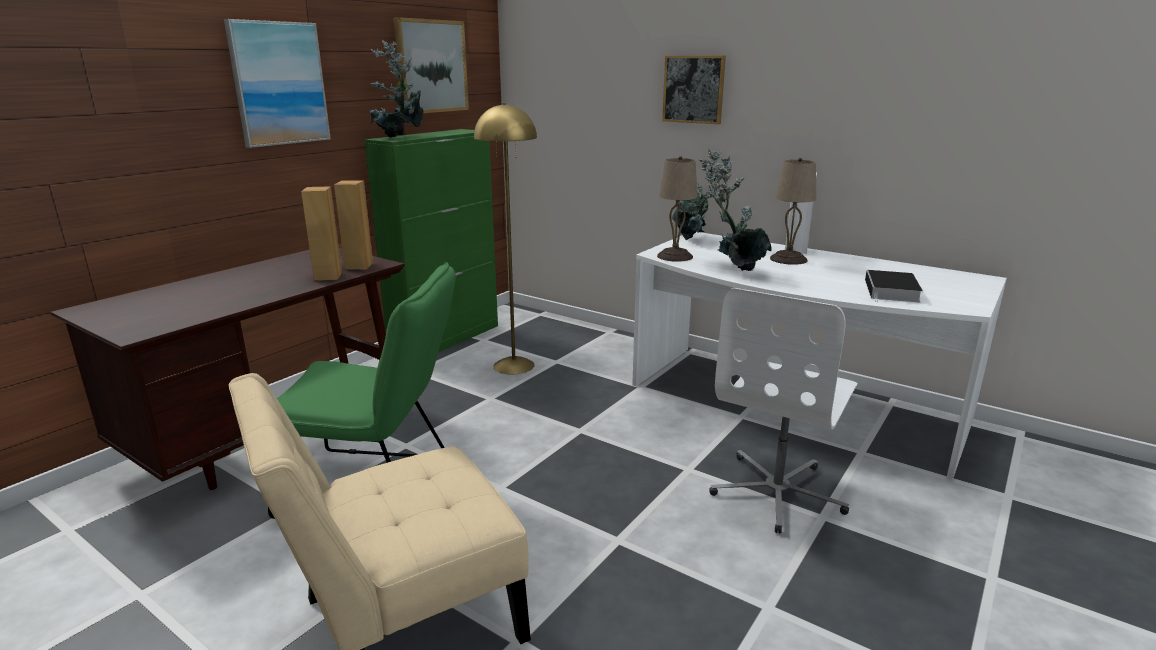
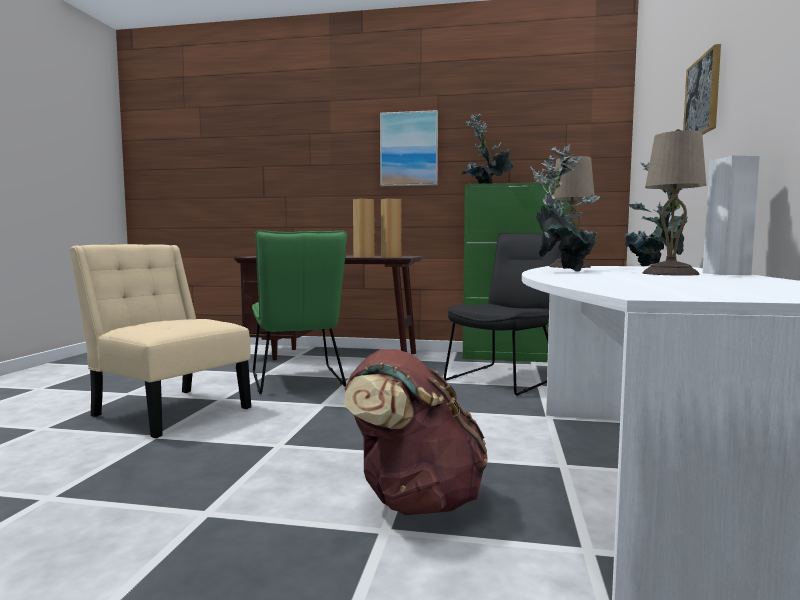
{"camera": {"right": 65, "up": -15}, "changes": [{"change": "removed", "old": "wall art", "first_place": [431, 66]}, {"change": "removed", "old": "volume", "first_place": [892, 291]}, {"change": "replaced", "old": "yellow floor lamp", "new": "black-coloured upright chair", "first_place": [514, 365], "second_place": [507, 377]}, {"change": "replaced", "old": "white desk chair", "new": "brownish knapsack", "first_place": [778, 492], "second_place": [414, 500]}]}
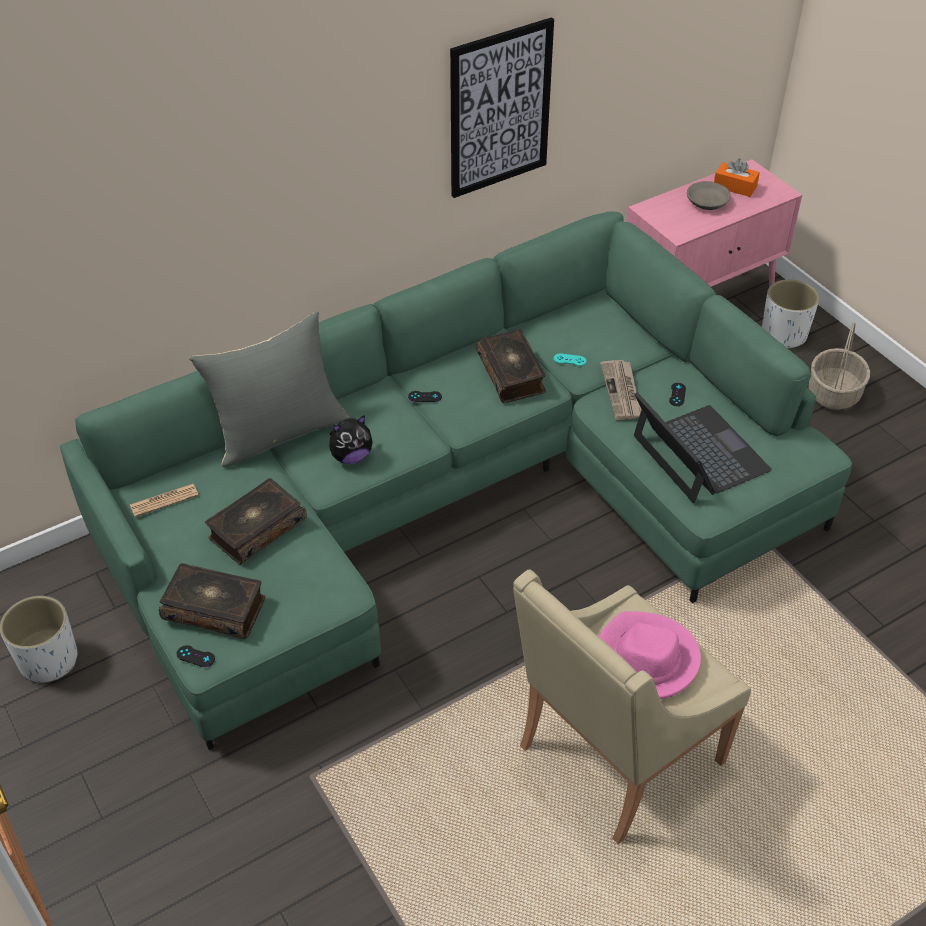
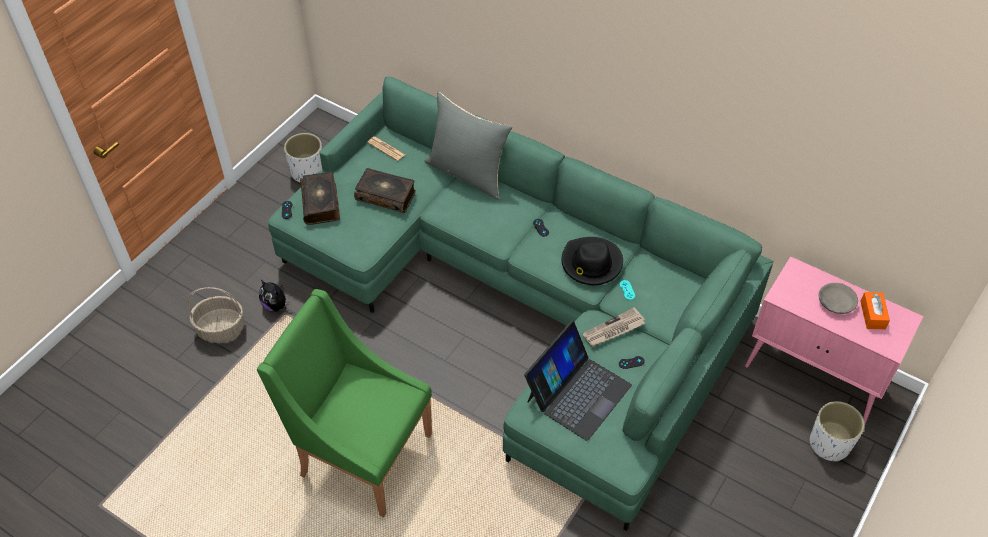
{"camera": {"right": 65, "up": 5}, "changes": [{"change": "removed", "old": "wall art", "first_place": [499, 109]}, {"change": "removed", "old": "pink-coloured clothing hat", "first_place": [645, 659]}, {"change": "moved", "old": "plush toy", "first_place": [351, 456], "second_place": [276, 305]}, {"change": "moved", "old": "household basket", "first_place": [834, 394], "second_place": [220, 329]}, {"change": "replaced", "old": "volume", "new": "black-coloured clothing hat", "first_place": [511, 374], "second_place": [591, 263]}, {"change": "recoloured", "old": "beige-coloured armchair", "new": "greenish armchair", "first_place": [614, 756], "second_place": [361, 454]}]}
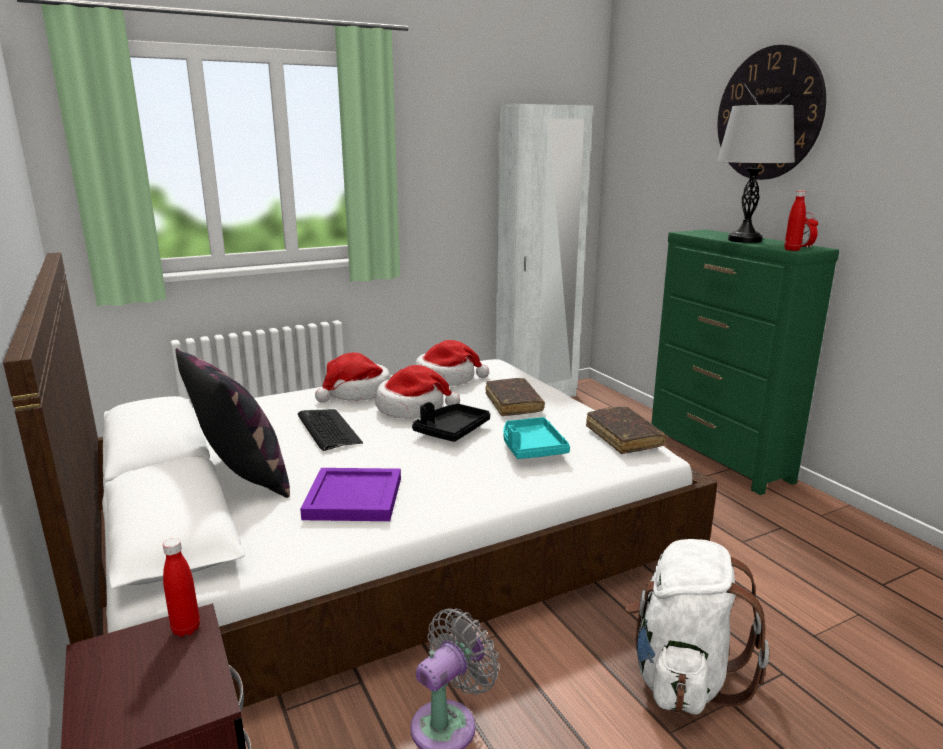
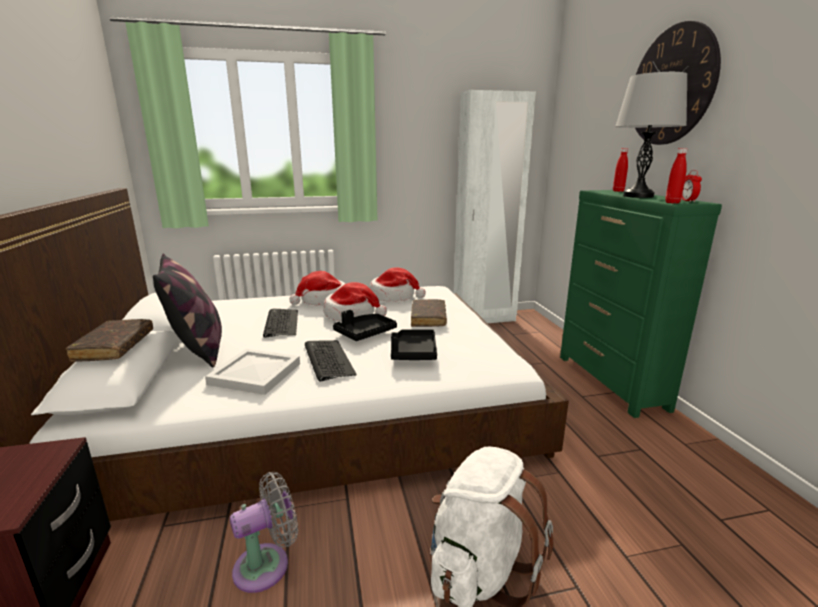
{"camera": {"right": 15, "up": 0}, "changes": [{"change": "added", "new": "keyboard", "second_place": [328, 360]}, {"change": "moved", "old": "red drink bottle", "first_place": [186, 629], "second_place": [618, 191]}, {"change": "moved", "old": "brownish volume", "first_place": [623, 437], "second_place": [114, 347]}, {"change": "recoloured", "old": "purple-coloured tray", "new": "white tray", "first_place": [352, 499], "second_place": [253, 374]}, {"change": "recoloured", "old": "turquoise-coloured tray", "new": "black-coloured tray", "first_place": [531, 448], "second_place": [413, 352]}]}
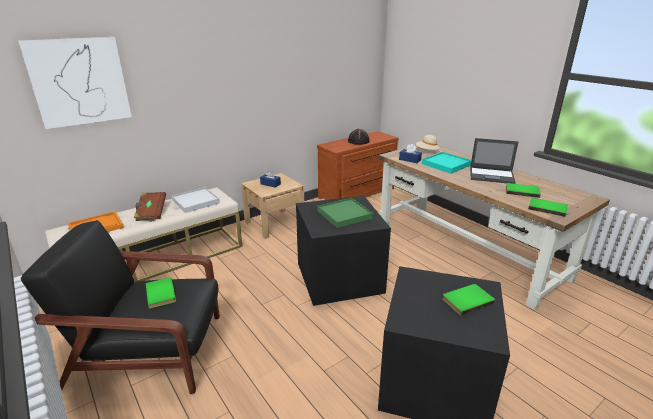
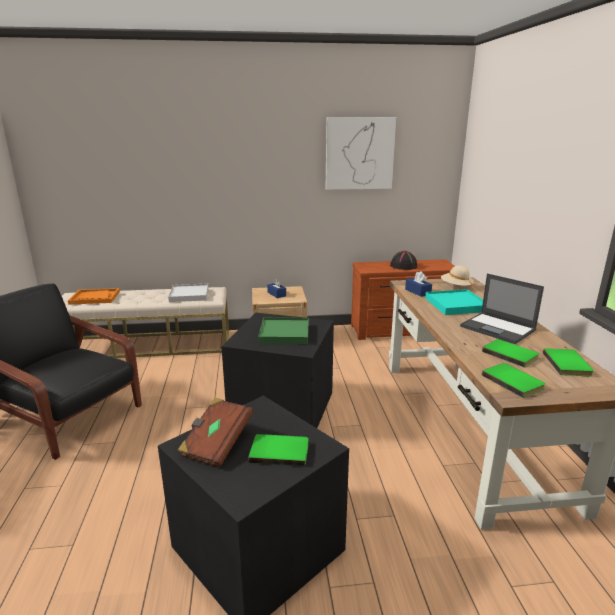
{"camera": {"right": 30, "up": -5}, "changes": [{"change": "moved", "old": "wall art", "first_place": [79, 82], "second_place": [359, 153]}, {"change": "moved", "old": "brownish volume", "first_place": [151, 213], "second_place": [216, 443]}, {"change": "moved", "old": "greenish volume", "first_place": [162, 293], "second_place": [568, 364]}]}
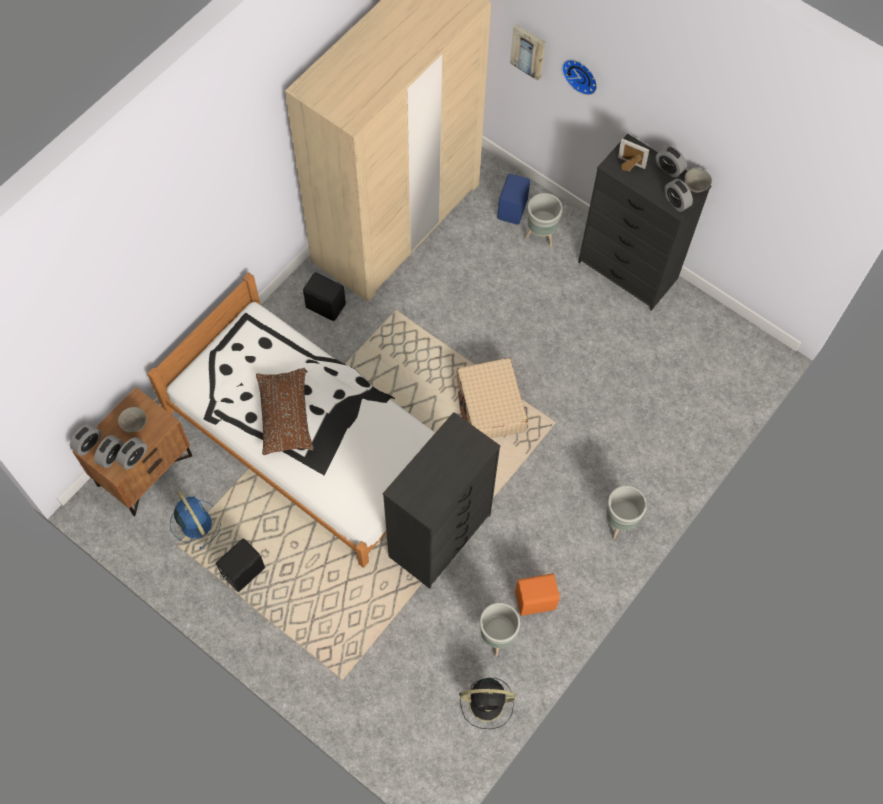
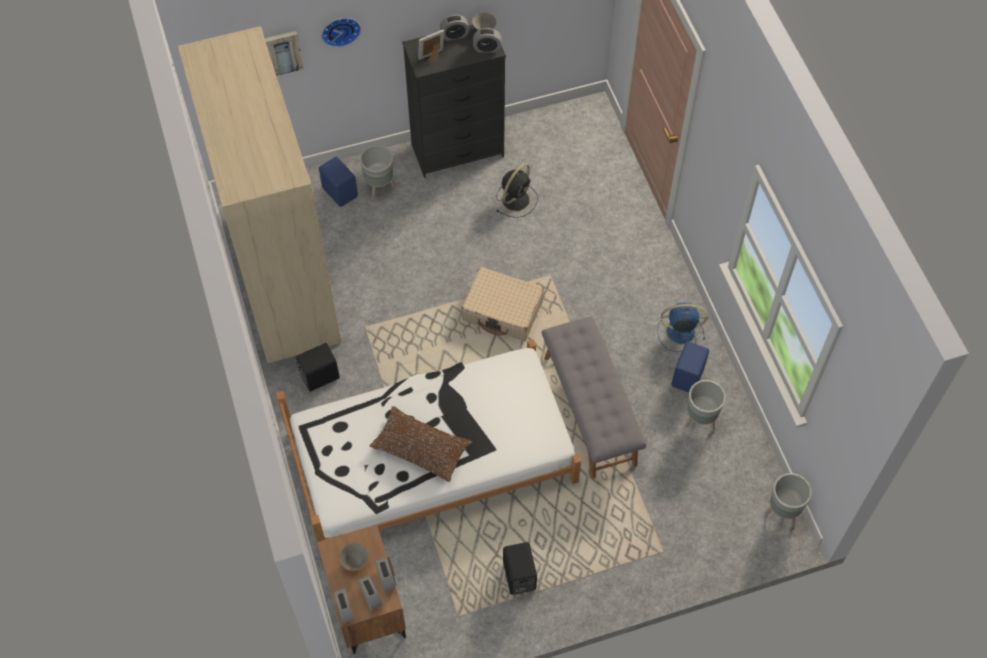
{"camera": {"right": -55, "up": -5}, "changes": [{"change": "moved", "old": "blue electric fan", "first_place": [195, 522], "second_place": [679, 332]}, {"change": "moved", "old": "black-coloured electric fan", "first_place": [488, 703], "second_place": [516, 199]}, {"change": "moved", "old": "greyish plant pot", "first_place": [619, 522], "second_place": [781, 512]}, {"change": "replaced", "old": "black-coloured drawer chest", "new": "greyish long seat", "first_place": [440, 535], "second_place": [588, 410]}, {"change": "recoloured", "old": "orangey loudspeaker", "new": "blue loudspeaker", "first_place": [536, 602], "second_place": [689, 376]}]}
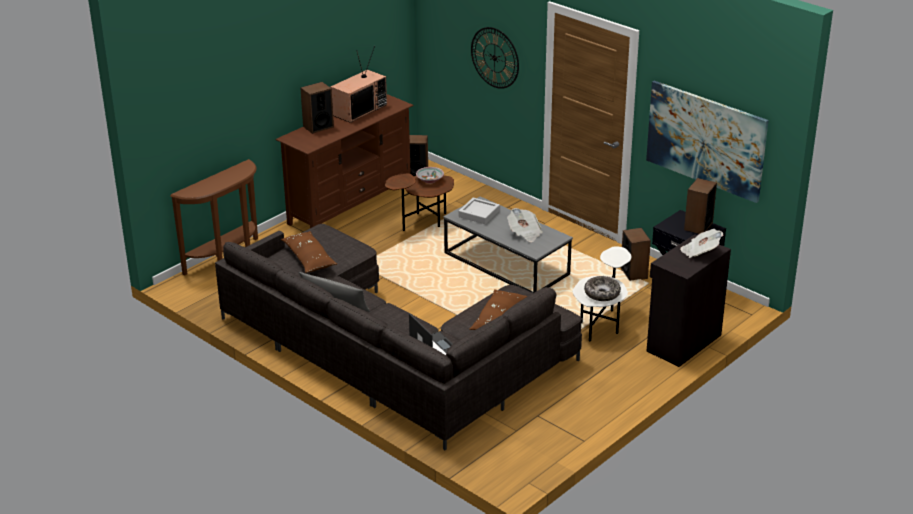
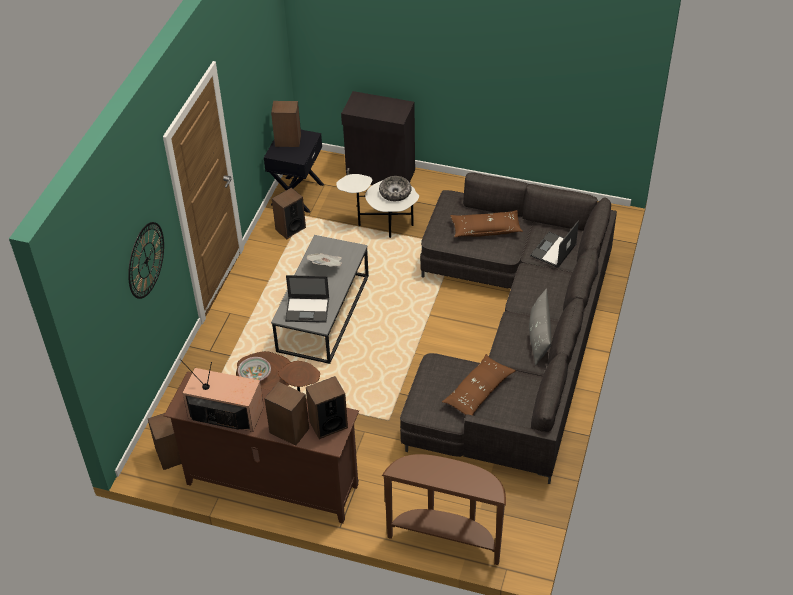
{"camera": {"right": -115, "up": 15}, "changes": [{"change": "removed", "old": "wall art", "first_place": [706, 140]}, {"change": "removed", "old": "newspaper", "first_place": [700, 252]}, {"change": "added", "new": "loudspeaker", "second_place": [328, 424]}, {"change": "replaced", "old": "greyish tray", "new": "laptop", "first_place": [479, 214], "second_place": [308, 309]}]}
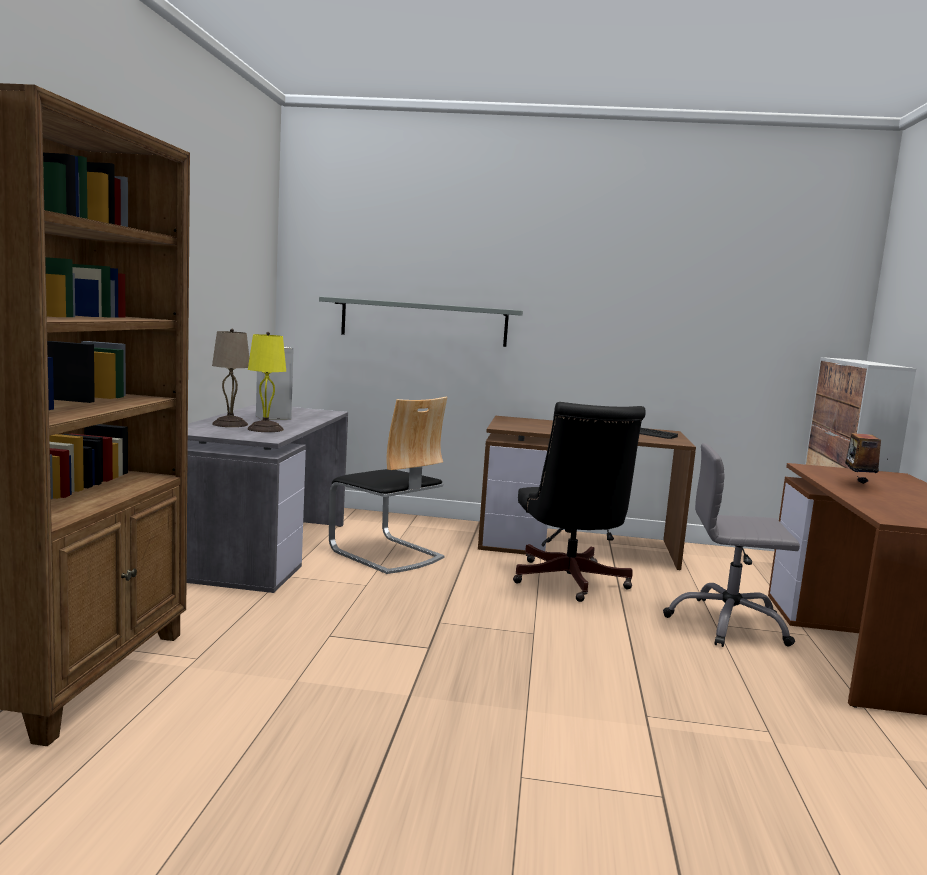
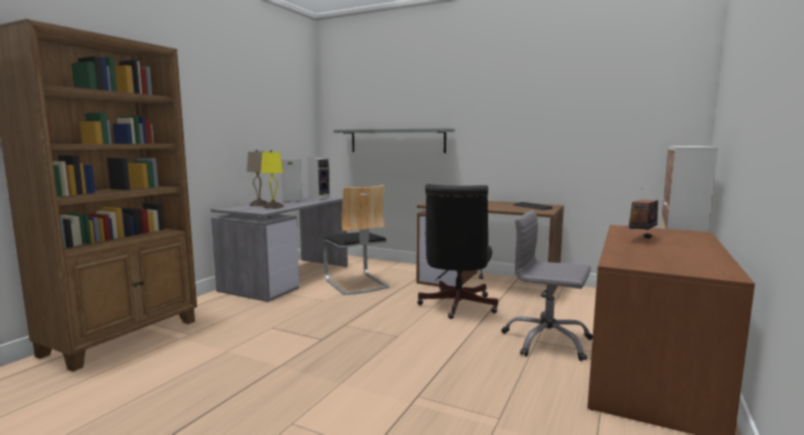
{"camera": {"right": 20, "up": 0}, "changes": [{"change": "added", "new": "loudspeaker", "second_place": [319, 197]}]}
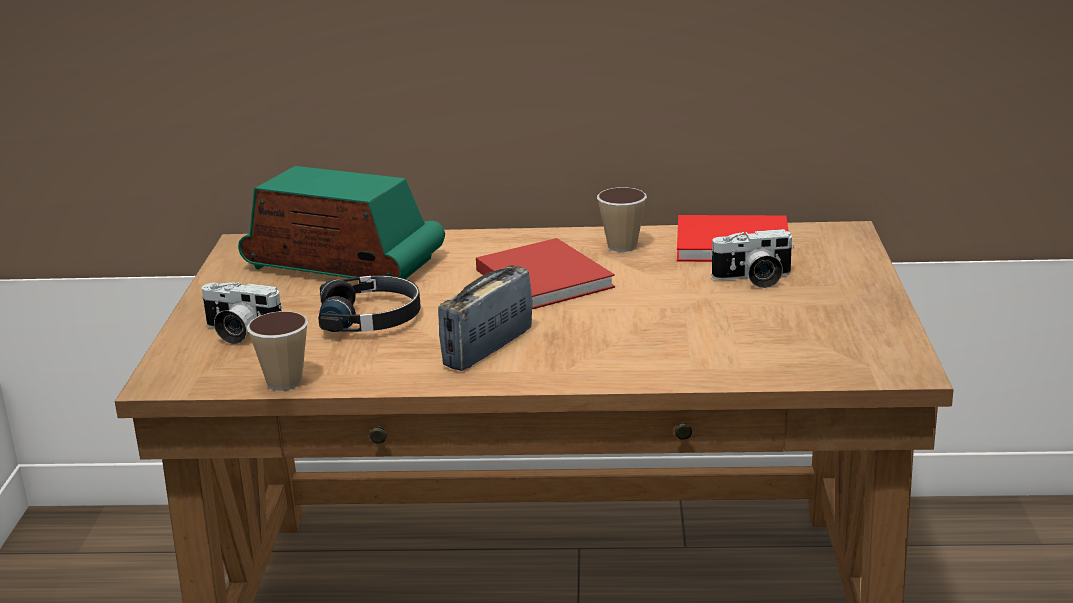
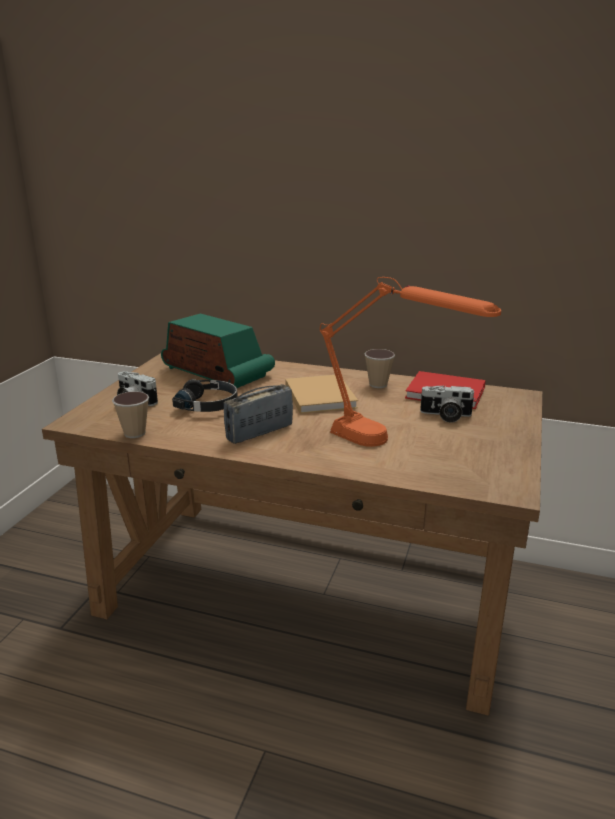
{"camera": {"right": 15, "up": 0}, "changes": [{"change": "added", "new": "orangey table lamp", "second_place": [391, 447]}, {"change": "recoloured", "old": "red volume", "new": "beige-coloured volume", "first_place": [542, 277], "second_place": [319, 396]}]}
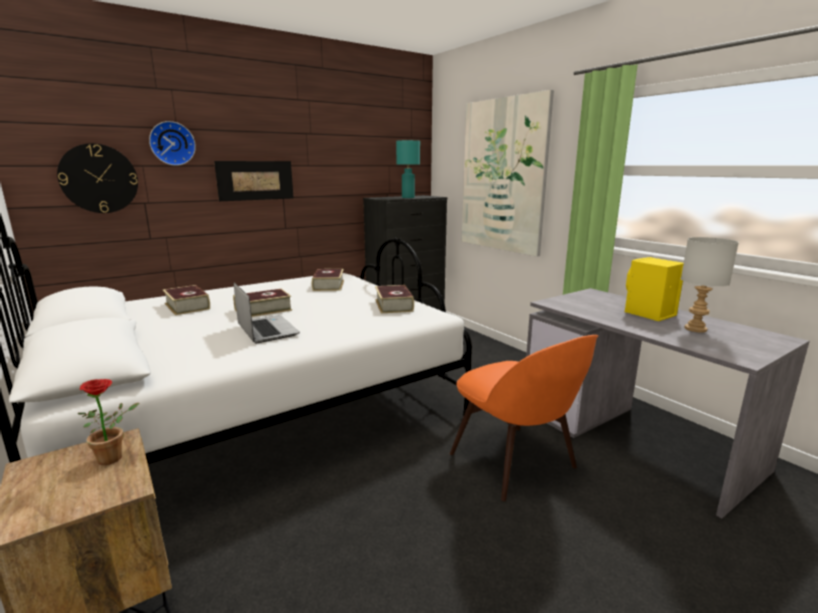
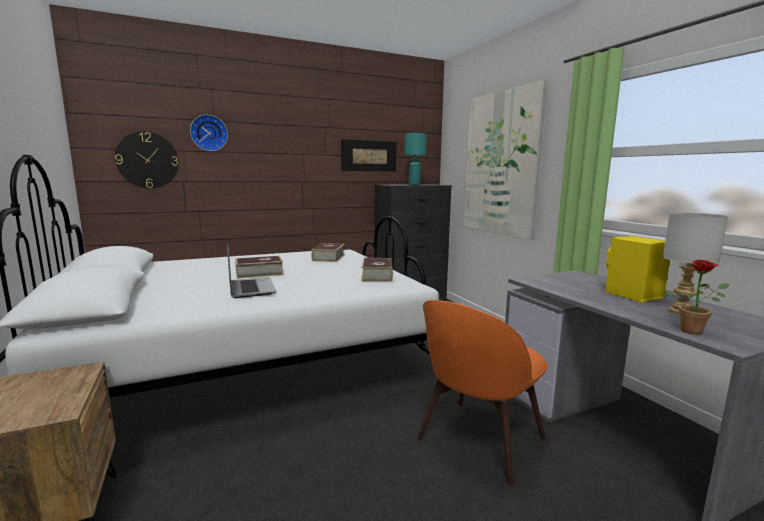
{"camera": {"right": 10, "up": -5}, "changes": [{"change": "removed", "old": "volume", "first_place": [187, 306]}, {"change": "moved", "old": "houseplant", "first_place": [115, 457], "second_place": [693, 330]}, {"change": "moved", "old": "wall art", "first_place": [255, 180], "second_place": [369, 156]}, {"change": "turned", "old": "orangey upright chair", "first_place": [515, 463], "second_place": [478, 441], "degrees": 60}]}
